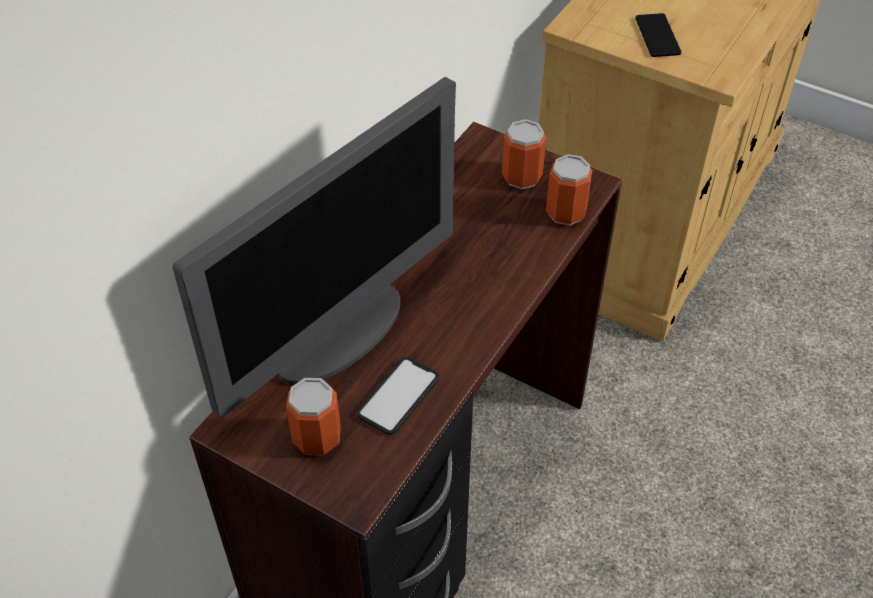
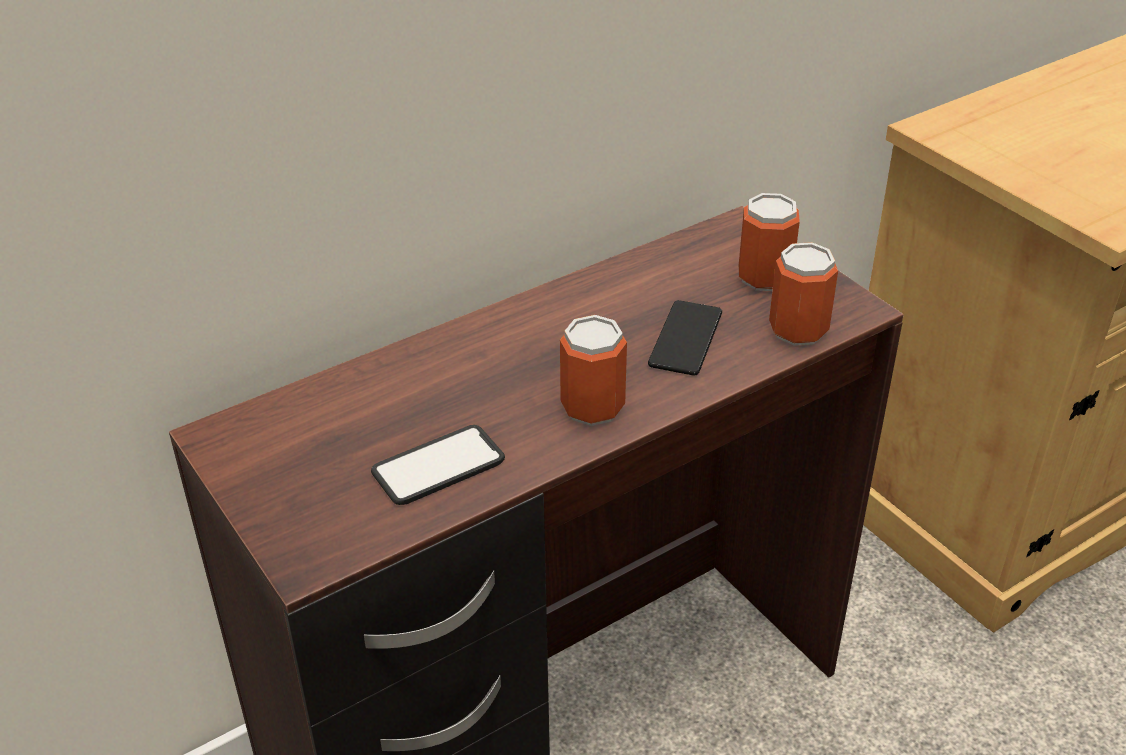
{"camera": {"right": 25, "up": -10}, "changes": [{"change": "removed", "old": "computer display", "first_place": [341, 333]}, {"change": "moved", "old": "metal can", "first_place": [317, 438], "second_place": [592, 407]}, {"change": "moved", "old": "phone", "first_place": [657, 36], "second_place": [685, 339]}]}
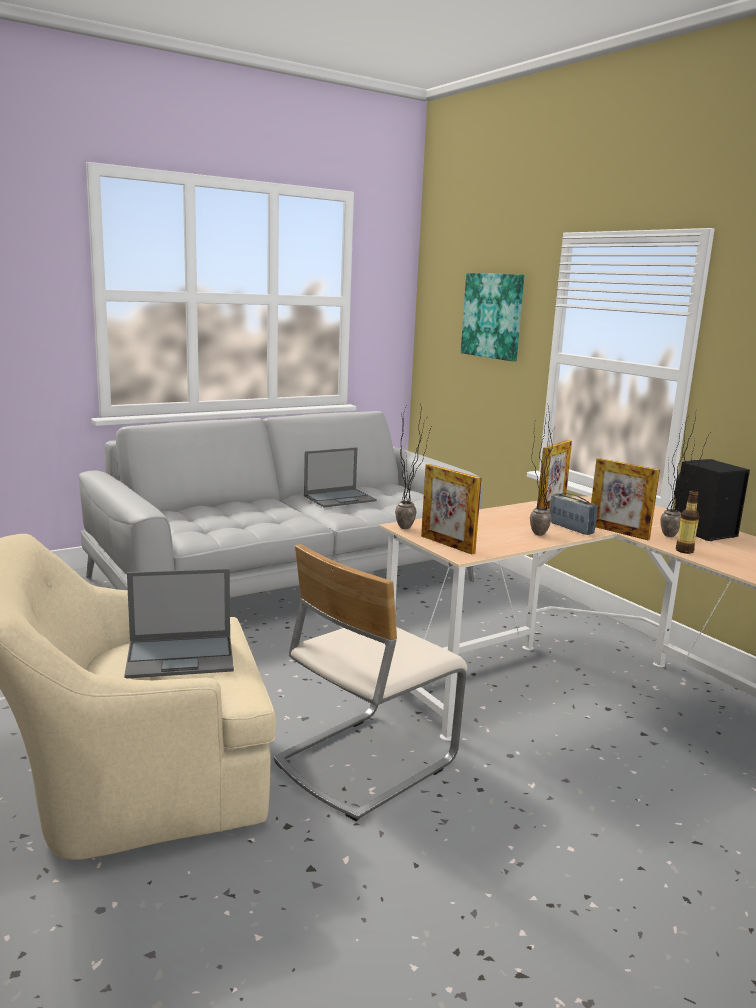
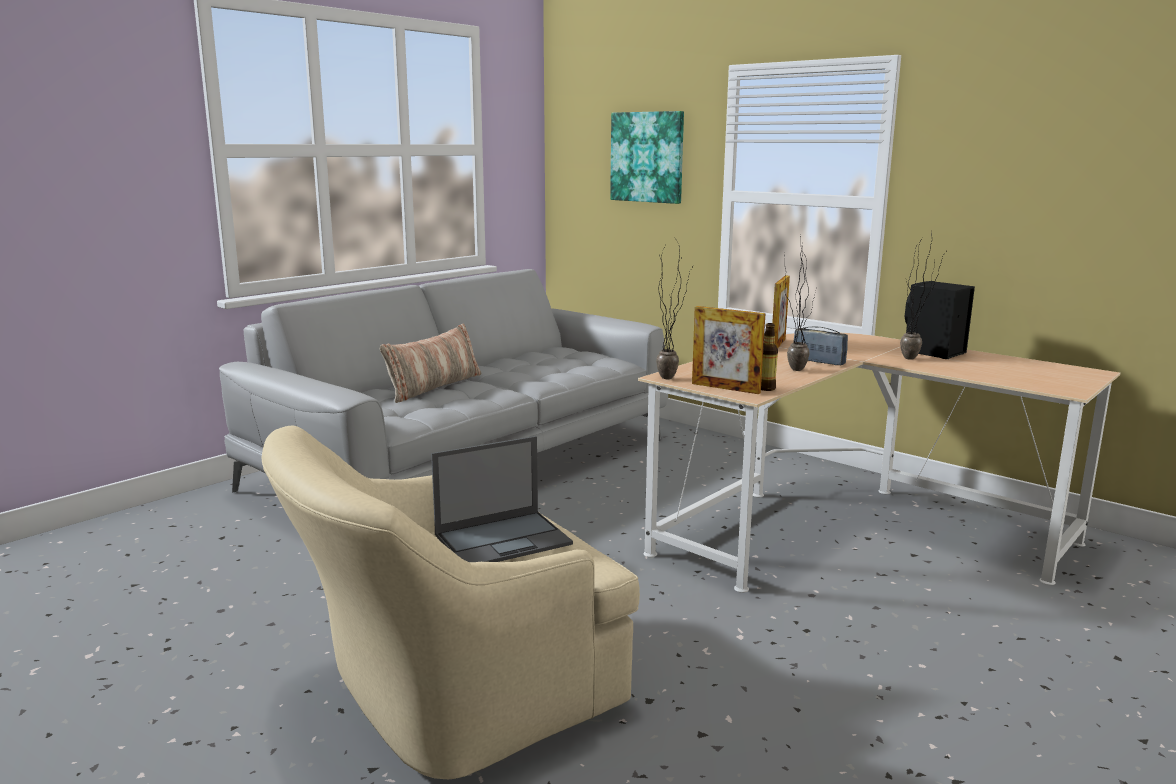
{"camera": {"right": -15, "up": 0}, "changes": [{"change": "removed", "old": "beige-coloured upright chair", "first_place": [364, 761]}, {"change": "removed", "old": "laptop", "first_place": [340, 498]}, {"change": "removed", "old": "standing frame", "first_place": [618, 532]}, {"change": "added", "new": "pillow", "second_place": [433, 387]}, {"change": "moved", "old": "drink bottle", "first_place": [684, 551], "second_place": [766, 388]}]}
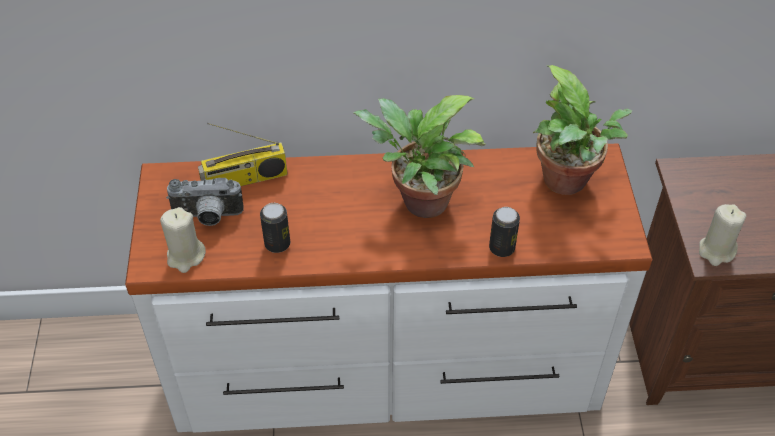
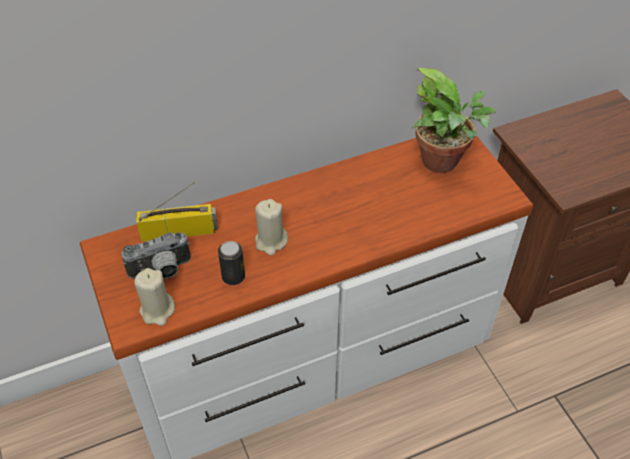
{"camera": {"right": -20, "up": 0}, "changes": [{"change": "removed", "old": "houseplant", "first_place": [419, 203]}, {"change": "removed", "old": "metal can", "first_place": [502, 248]}, {"change": "moved", "old": "beige-coloured candle", "first_place": [716, 251], "second_place": [271, 241]}, {"change": "turned", "old": "radio receiver", "first_place": [244, 180], "second_place": [179, 231], "degrees": -150}]}
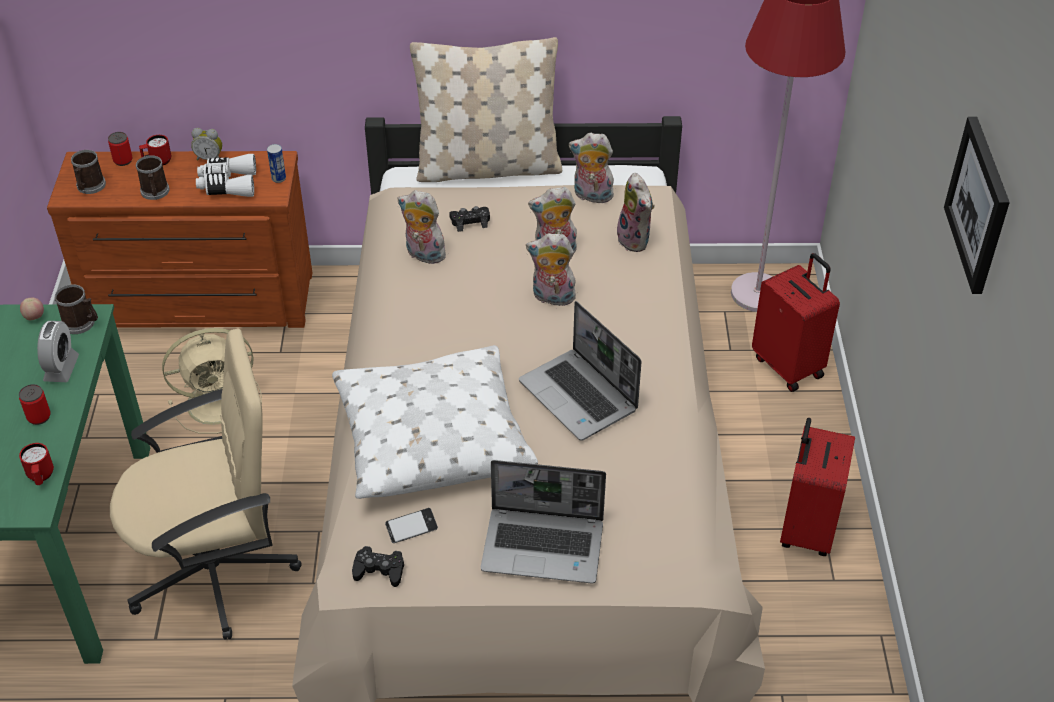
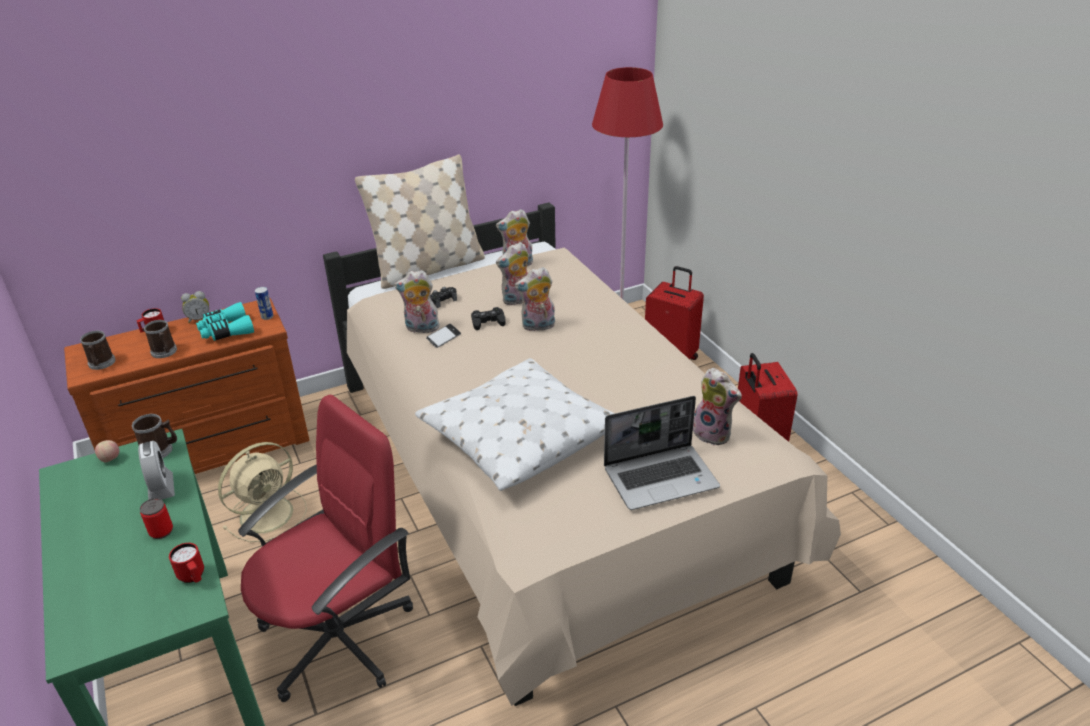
{"camera": {"right": -25, "up": -10}, "changes": [{"change": "removed", "old": "metal can", "first_place": [123, 160]}, {"change": "removed", "old": "laptop", "first_place": [580, 396]}, {"change": "removed", "old": "wall art", "first_place": [979, 204]}, {"change": "moved", "old": "black-coloured joypad", "first_place": [379, 570], "second_place": [488, 322]}, {"change": "moved", "old": "phone", "first_place": [411, 528], "second_place": [443, 338]}, {"change": "moved", "old": "plush toy", "first_place": [636, 240], "second_place": [714, 433]}, {"change": "recoloured", "old": "beige-coloured desk chair", "new": "red desk chair", "first_place": [216, 570], "second_place": [339, 637]}, {"change": "recoloured", "old": "white pair of binoculars", "new": "turquoise-coloured pair of binoculars", "first_place": [228, 184], "second_place": [226, 331]}]}
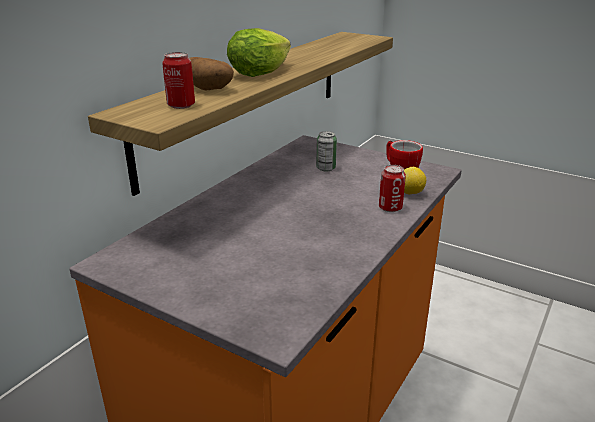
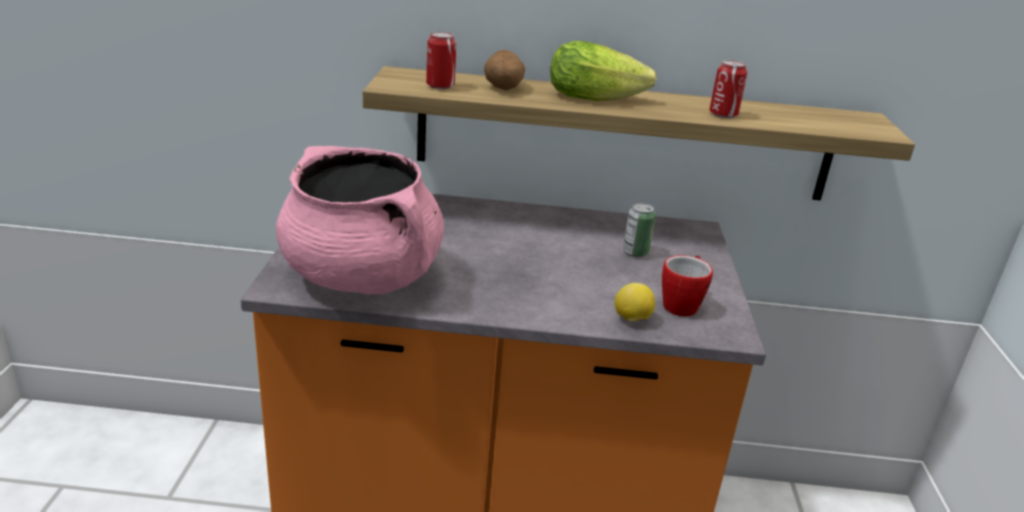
{"camera": {"right": 60, "up": 0}, "changes": [{"change": "added", "new": "pink-coloured stockpot", "second_place": [363, 277]}, {"change": "moved", "old": "metal can", "first_place": [390, 208], "second_place": [723, 115]}]}
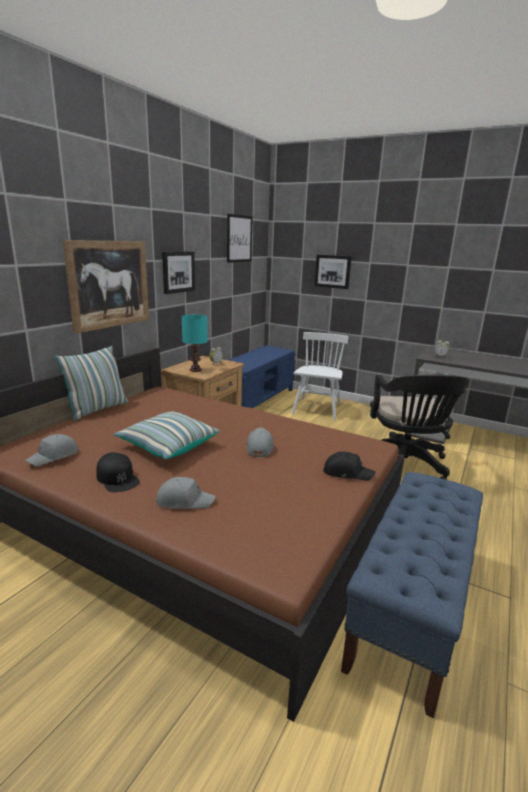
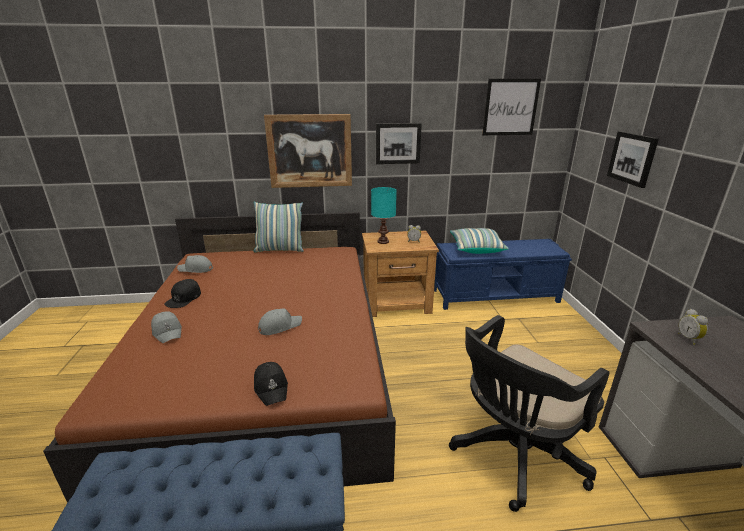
{"camera": {"right": 55, "up": 5}, "changes": [{"change": "removed", "old": "white upright chair", "first_place": [317, 409]}, {"change": "moved", "old": "pillow", "first_place": [168, 446], "second_place": [476, 248]}]}
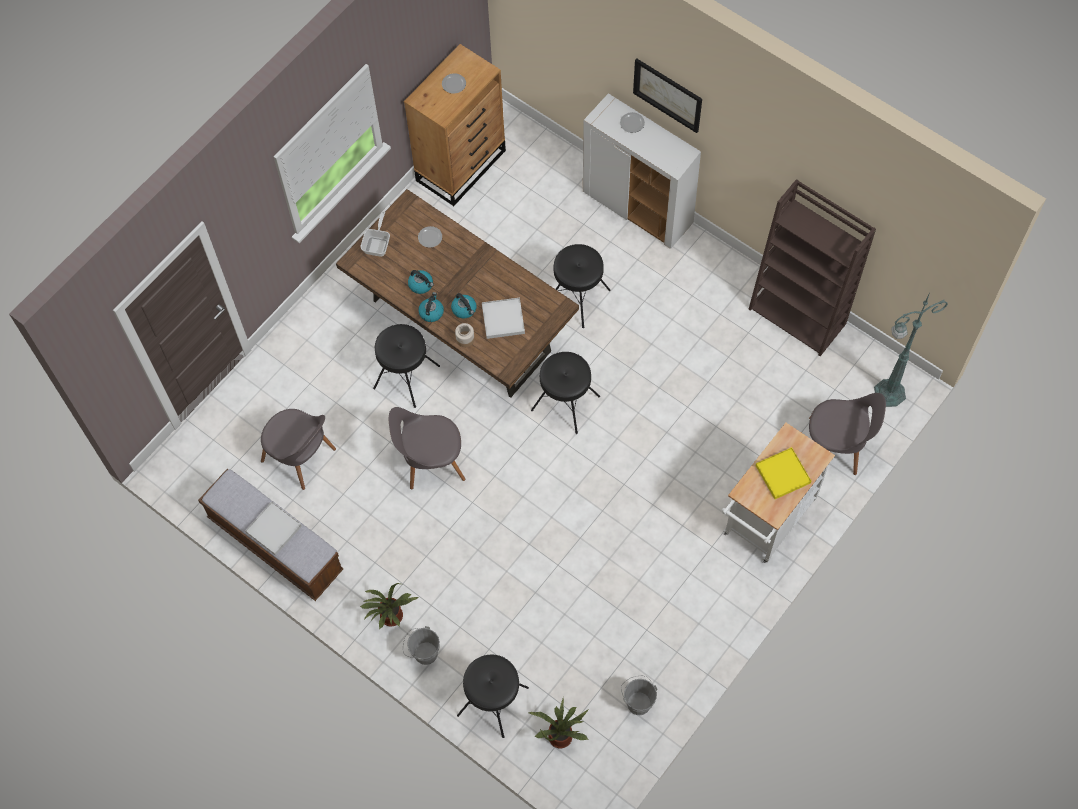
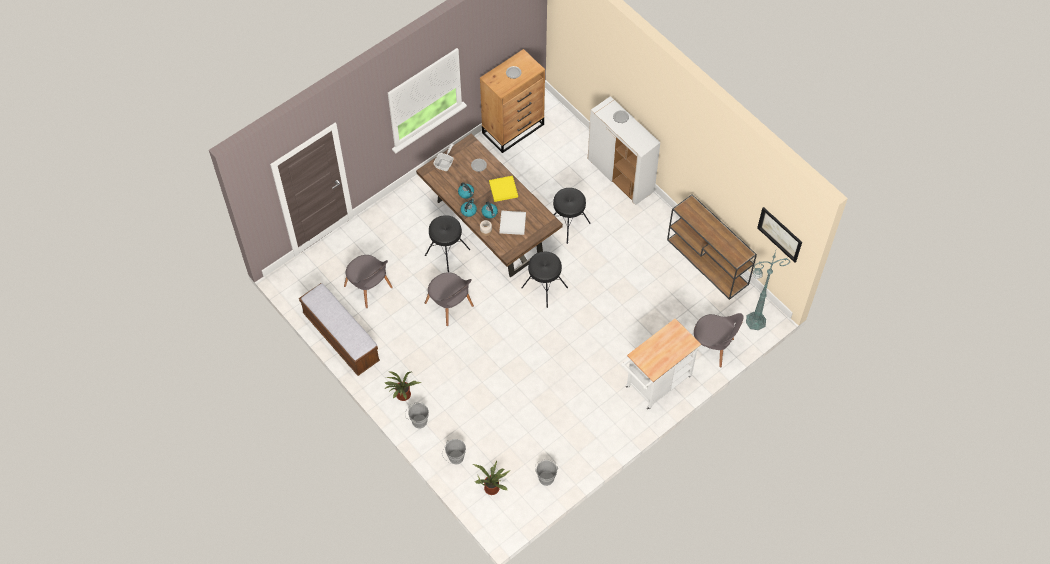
{"camera": {"right": 10, "up": -5}, "changes": [{"change": "removed", "old": "white tray", "first_place": [274, 529]}, {"change": "moved", "old": "wall art", "first_place": [668, 94], "second_place": [780, 234]}, {"change": "moved", "old": "yellow tray", "first_place": [782, 474], "second_place": [503, 189]}, {"change": "replaced", "old": "black-coloured stool seat", "new": "greyish bucket", "first_place": [493, 701], "second_place": [455, 458]}, {"change": "replaced", "old": "brownish bookshelf", "new": "brownish console table", "first_place": [798, 316], "second_place": [708, 262]}, {"change": "turned", "old": "greyish upright chair", "first_place": [430, 461], "second_place": [450, 306], "degrees": -135}]}
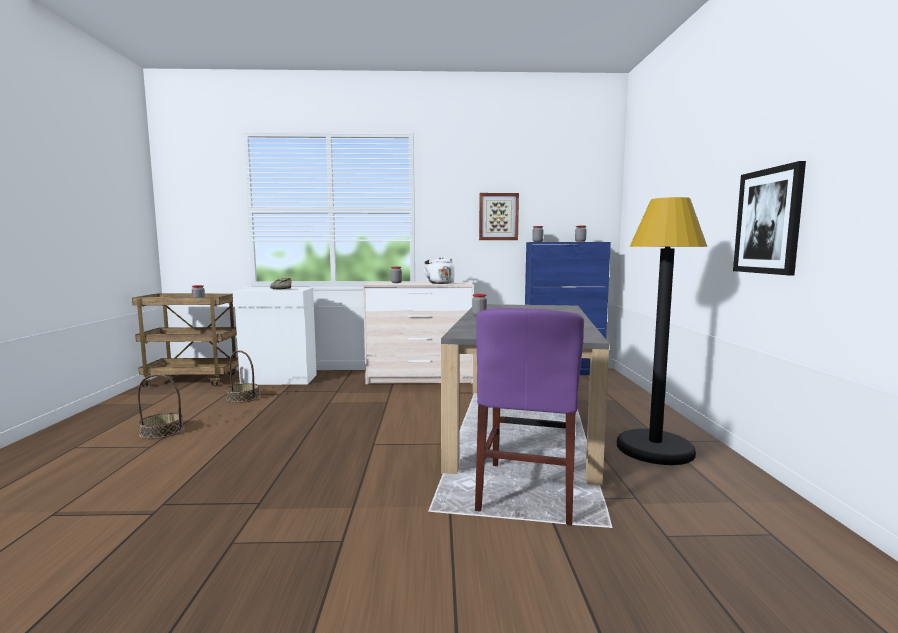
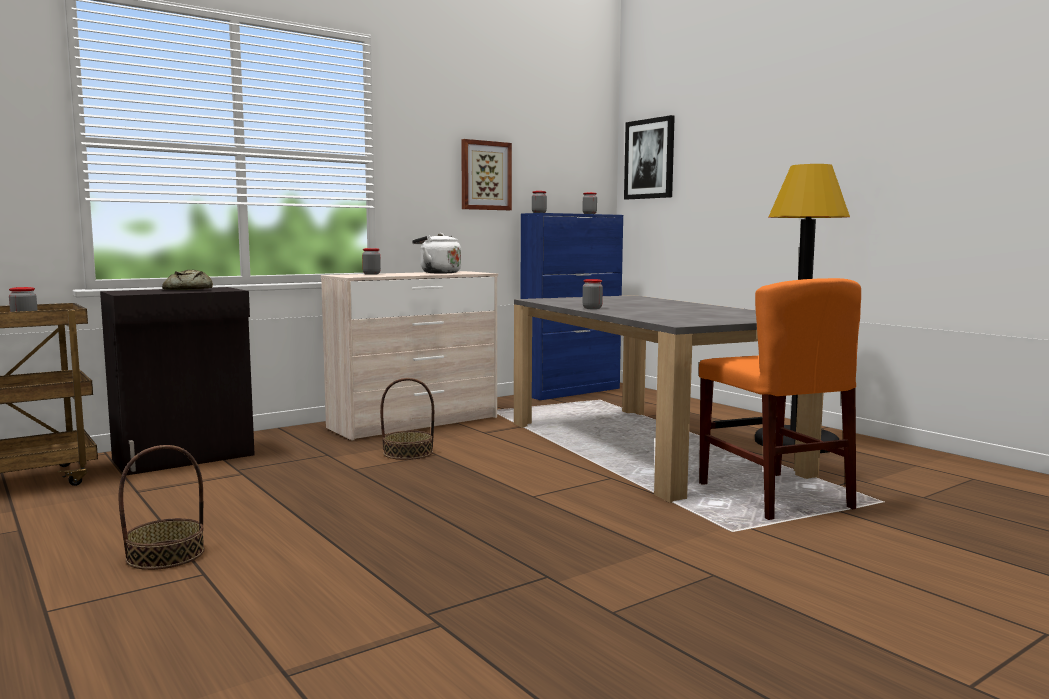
{"camera": {"right": -35, "up": 0}, "changes": [{"change": "moved", "old": "household basket", "first_place": [243, 398], "second_place": [408, 453]}, {"change": "moved", "old": "wall art", "first_place": [768, 221], "second_place": [649, 159]}, {"change": "recoloured", "old": "white cabinet", "new": "black-coloured cabinet", "first_place": [279, 380], "second_place": [185, 458]}, {"change": "recoloured", "old": "purple-coloured upright chair", "new": "orangey upright chair", "first_place": [527, 491], "second_place": [773, 496]}]}
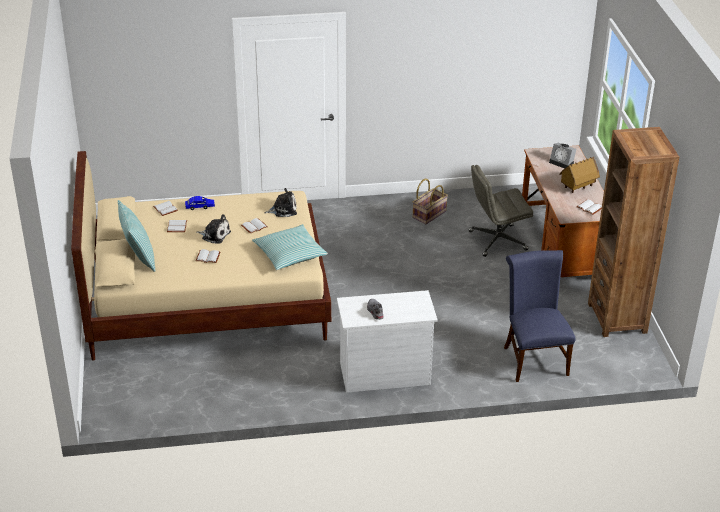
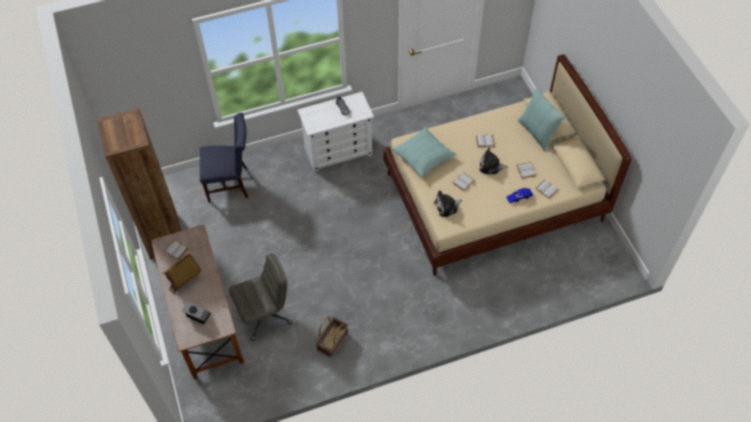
{"camera": {"right": 170, "up": 20}, "changes": [{"change": "turned", "old": "blue upright chair", "first_place": [533, 358], "second_place": [231, 183], "degrees": -75}]}
